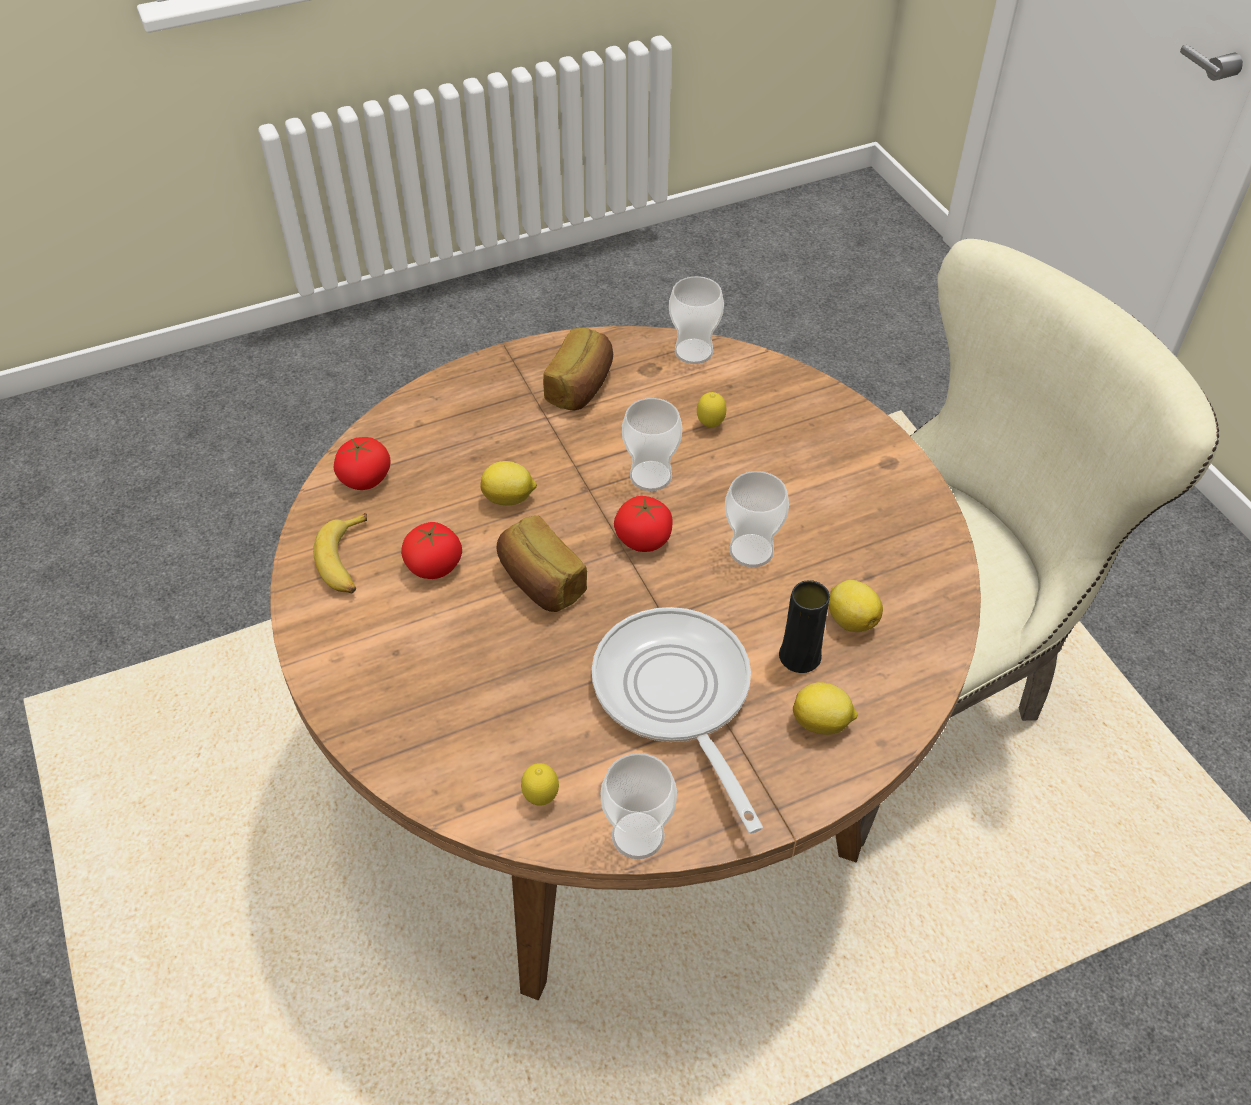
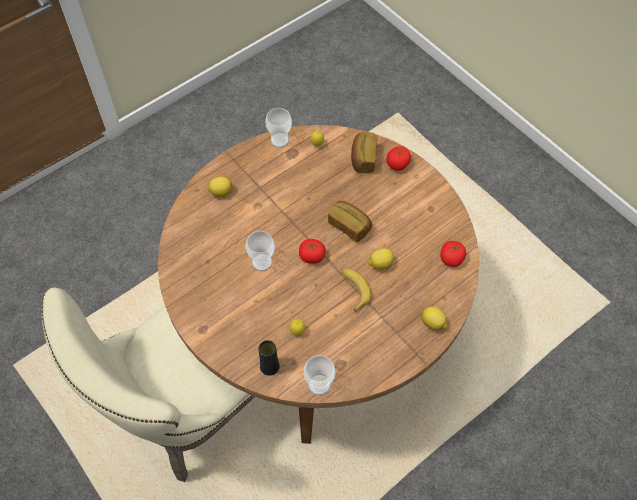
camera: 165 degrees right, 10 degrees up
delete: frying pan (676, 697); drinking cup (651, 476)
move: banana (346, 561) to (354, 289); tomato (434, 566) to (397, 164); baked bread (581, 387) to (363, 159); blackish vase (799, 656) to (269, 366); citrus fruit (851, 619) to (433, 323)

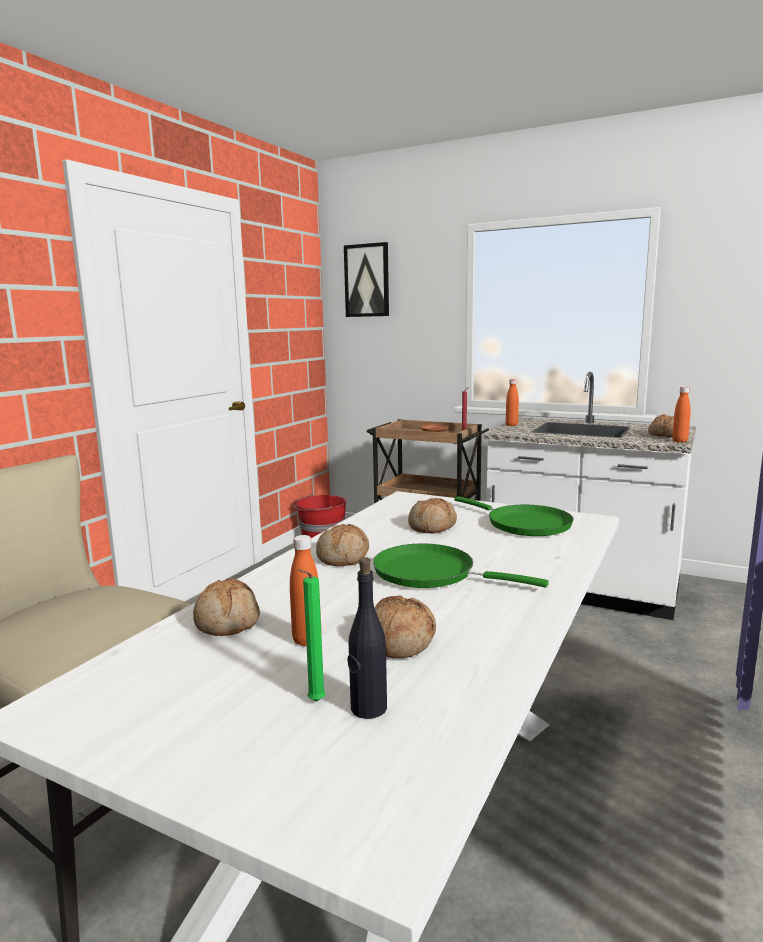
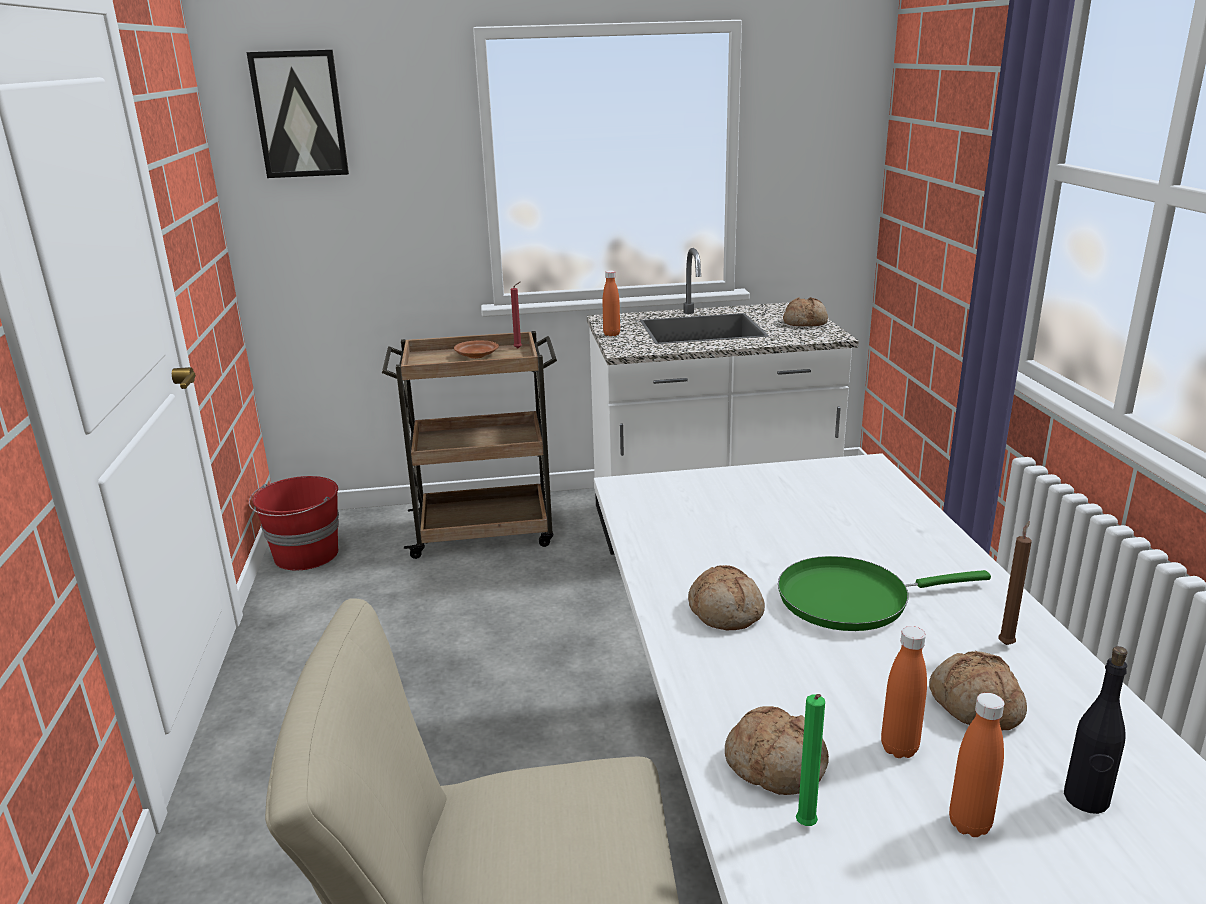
camera: 35 degrees left, 10 degrees up
delete: baked bread (433, 527); green frying pan (524, 524)
insert: brown-coloured wax candle (1007, 643)
move: green wax candle (314, 702) to (805, 827); orange-coloured drink bottle (679, 441) to (969, 824)

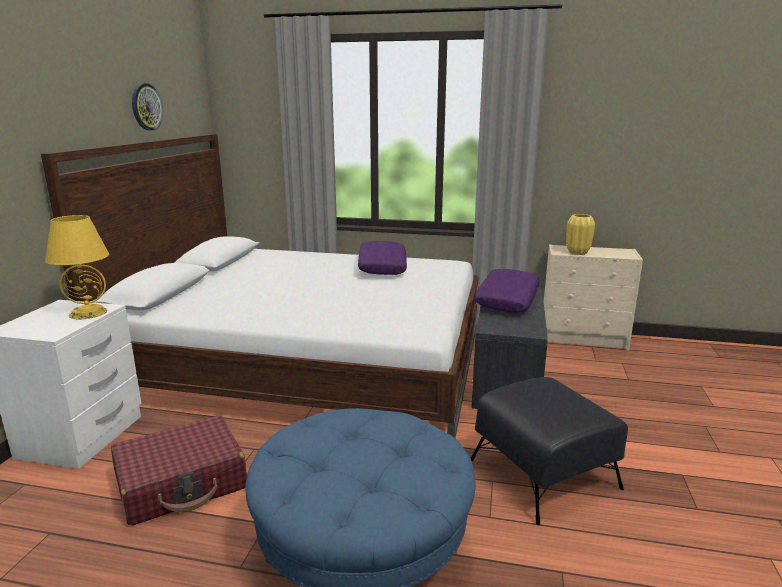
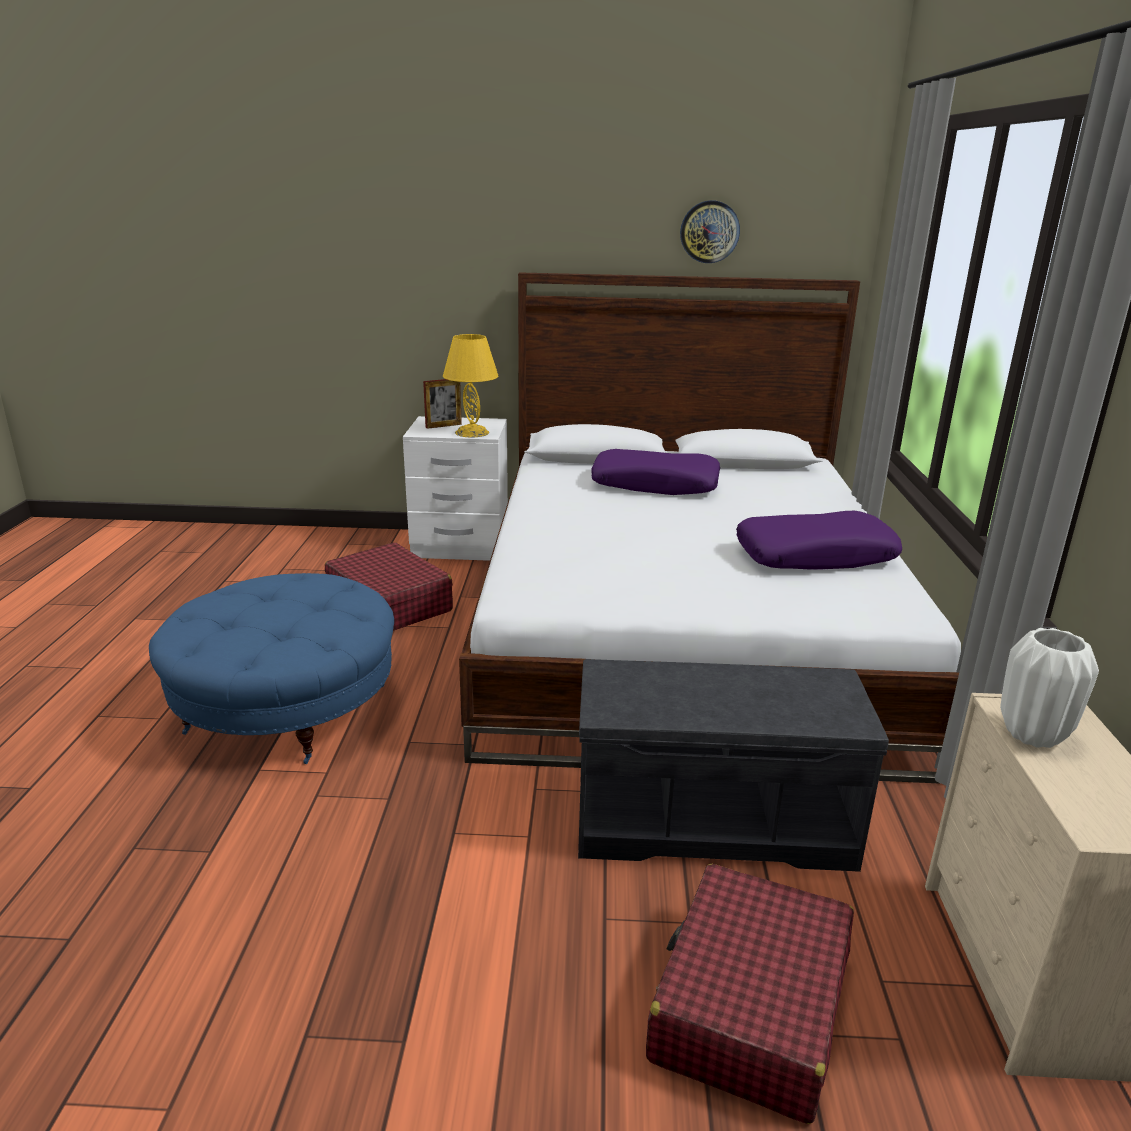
camera: 80 degrees right, 5 degrees up
delete: blackish pouffe (543, 474)
insert: standing frame (443, 426); red-coloured piece of luggage (749, 1007)
move: purple cushion (506, 300) to (655, 484)
recolor: yellowish vase (577, 253) to white-coloured vase (1032, 734)

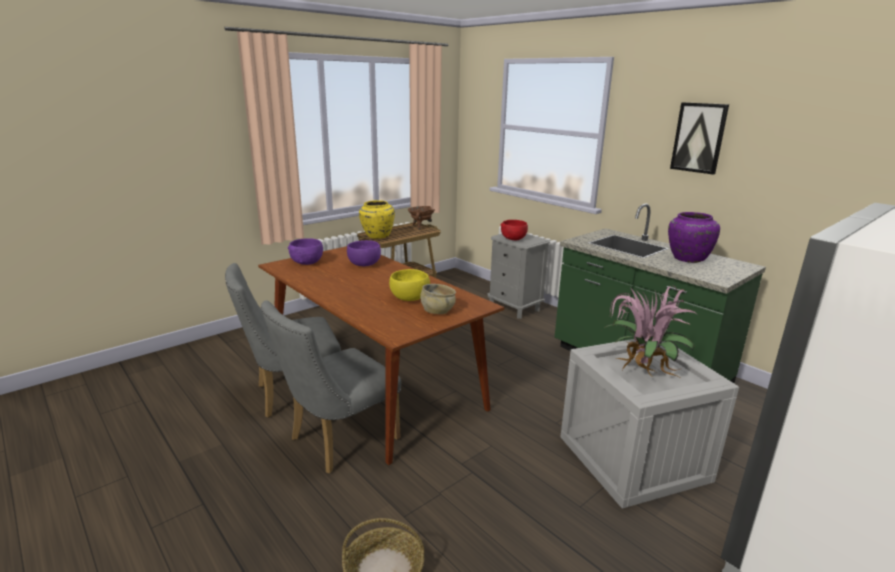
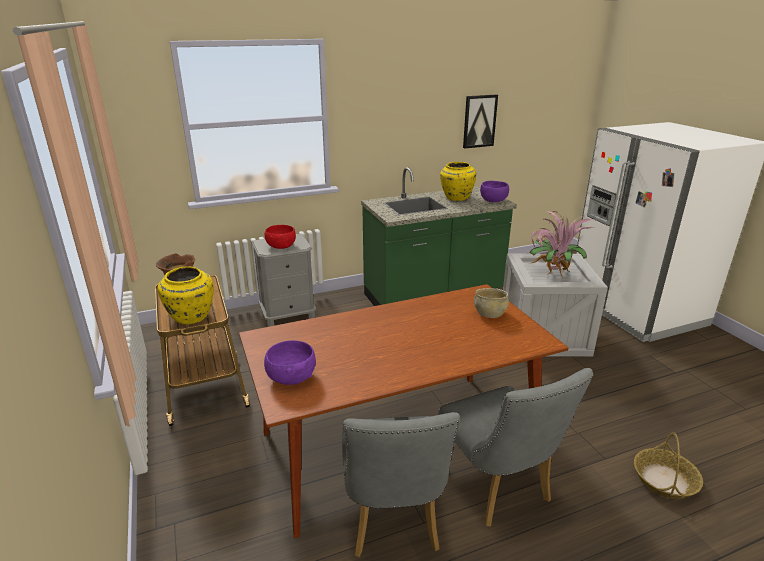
camera: 70 degrees left, 5 degrees up
delete: yellowish bowl (410, 298)
move: purple bowl (364, 264) to (493, 200); picture (699, 138) to (479, 121)
recolor: purple vase (687, 258) to yellowish vase (456, 198)

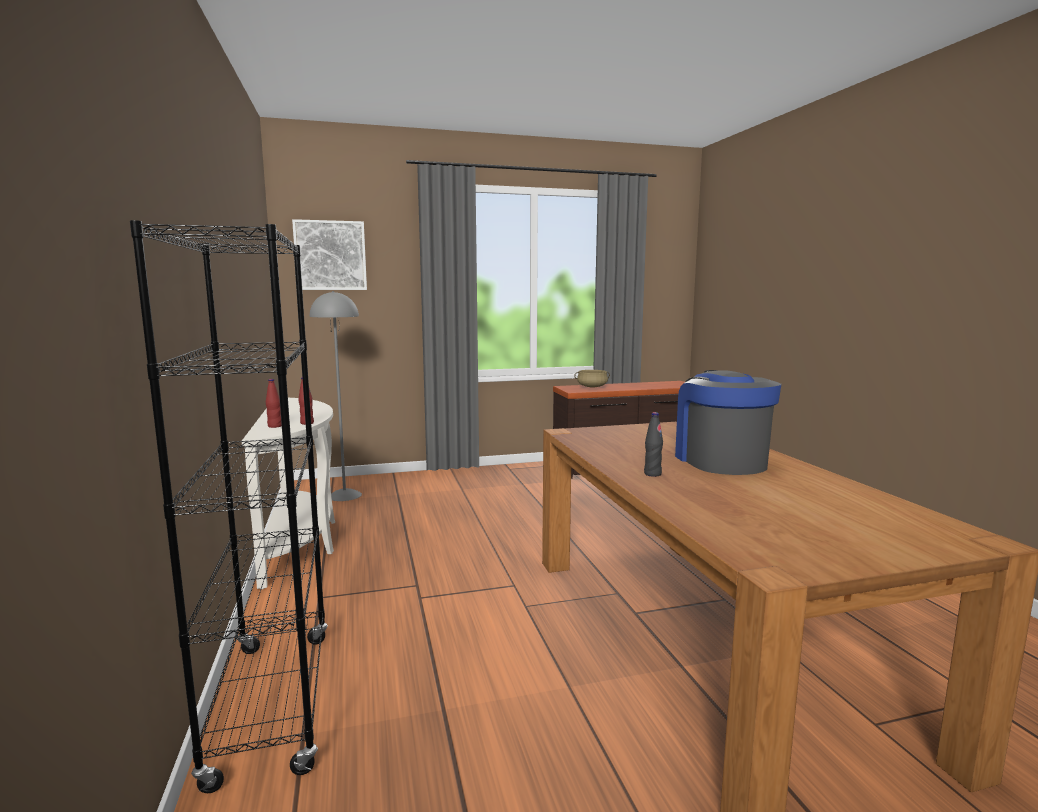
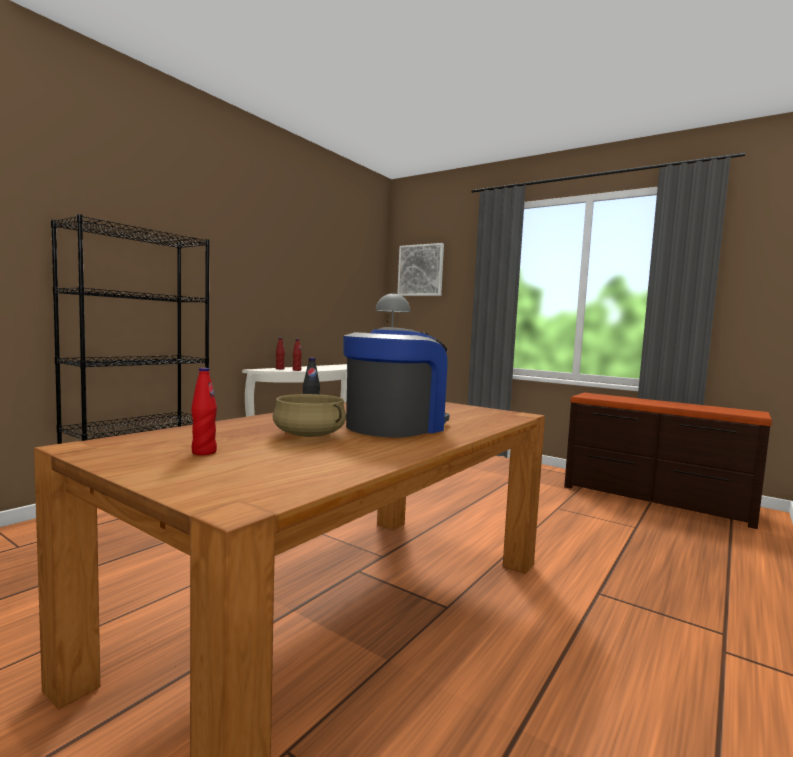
camera: 50 degrees right, 5 degrees down
insert: red-coloured drink bottle (204, 452)
move: sand-coloured stockpot (592, 387) to (310, 435)

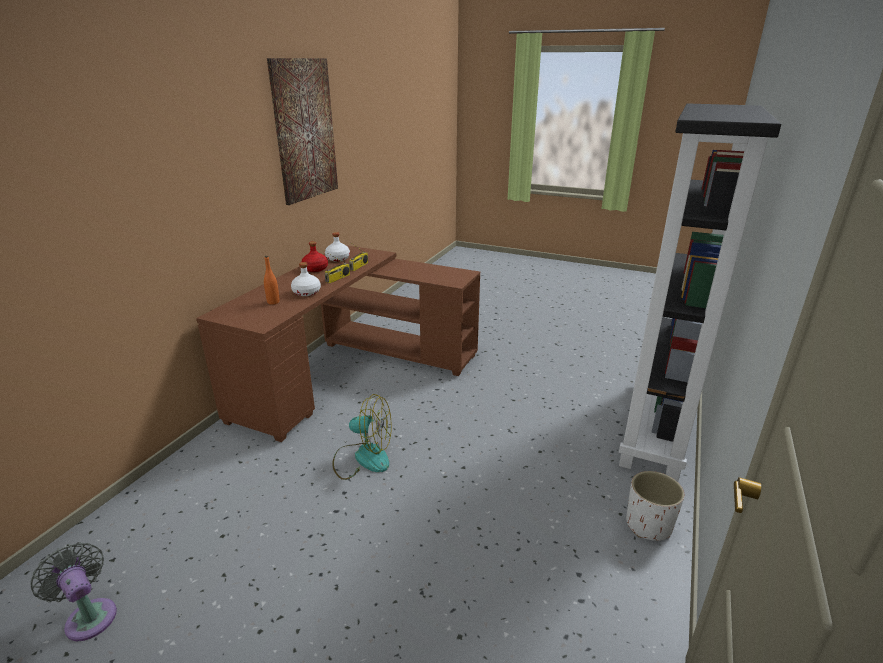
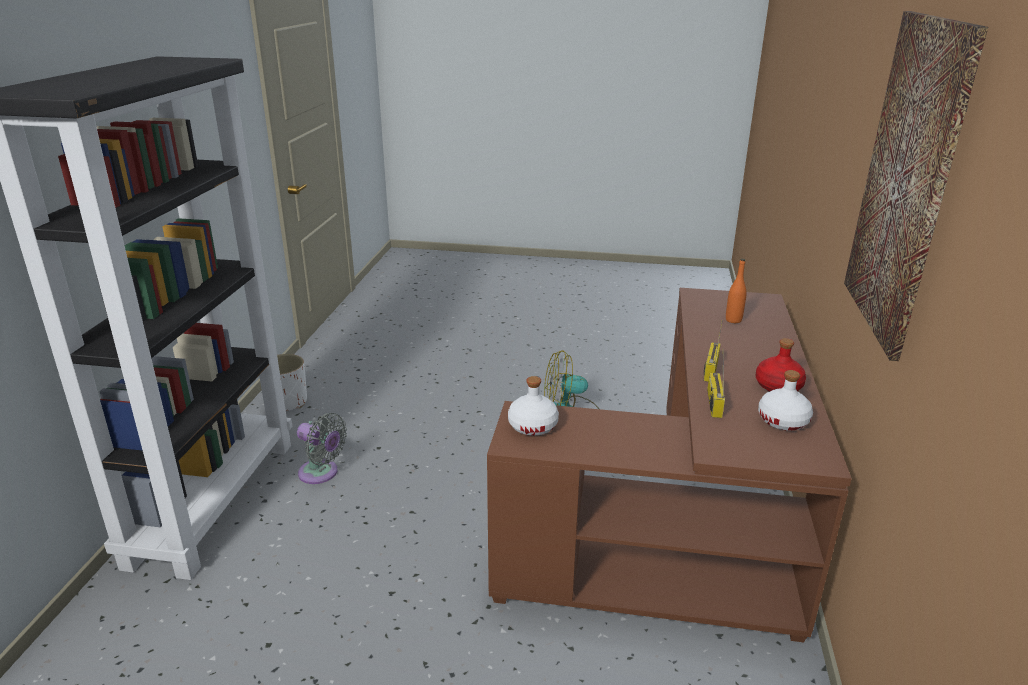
camera: 165 degrees right, 0 degrees up
move: greyish cooling fan (89, 616) to (321, 473); white-coloured drink bottle (306, 292) to (533, 426)

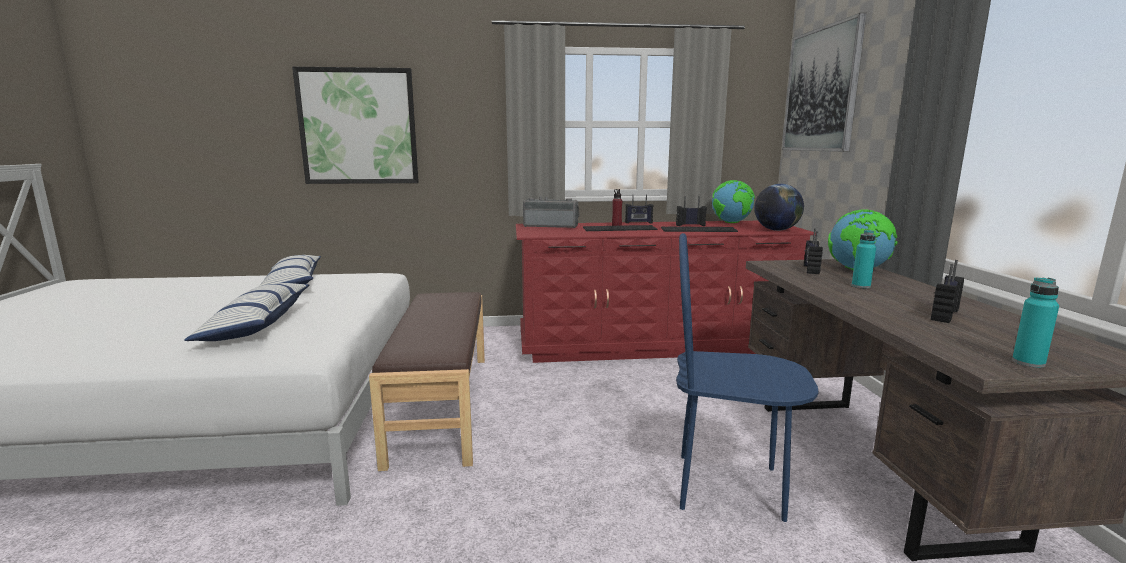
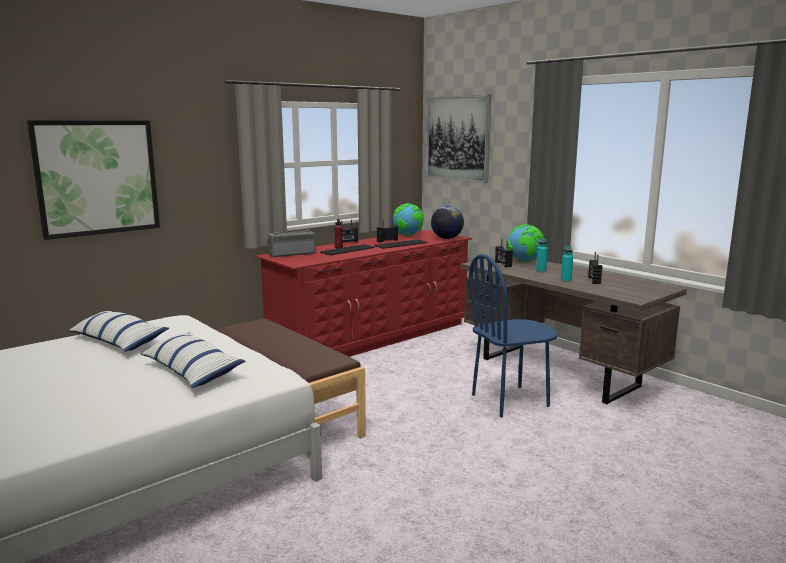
camera: 35 degrees left, 0 degrees up
move: turquoise-coloured drink bottle (1028, 362) to (566, 280)

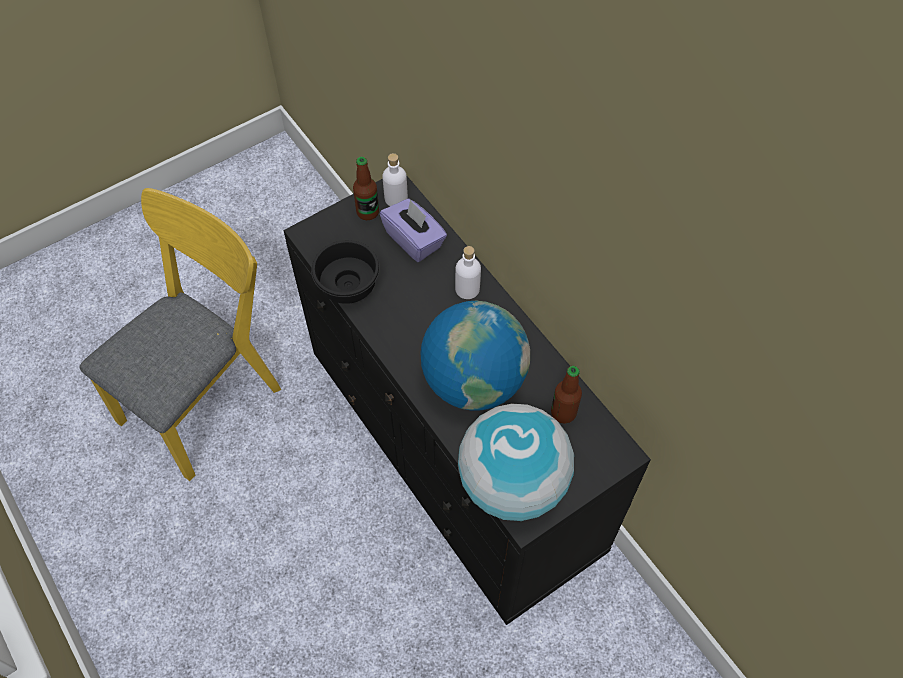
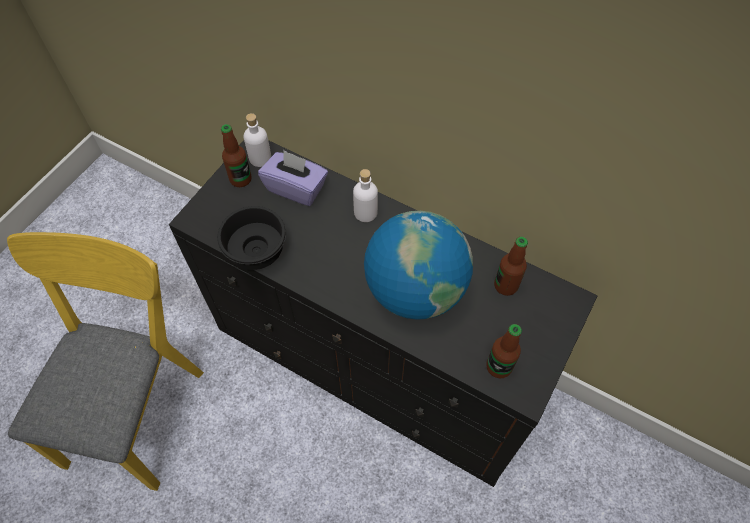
camera: 25 degrees left, 0 degrees up
replace: desk globe (513, 483) to drink bottle (499, 367)

